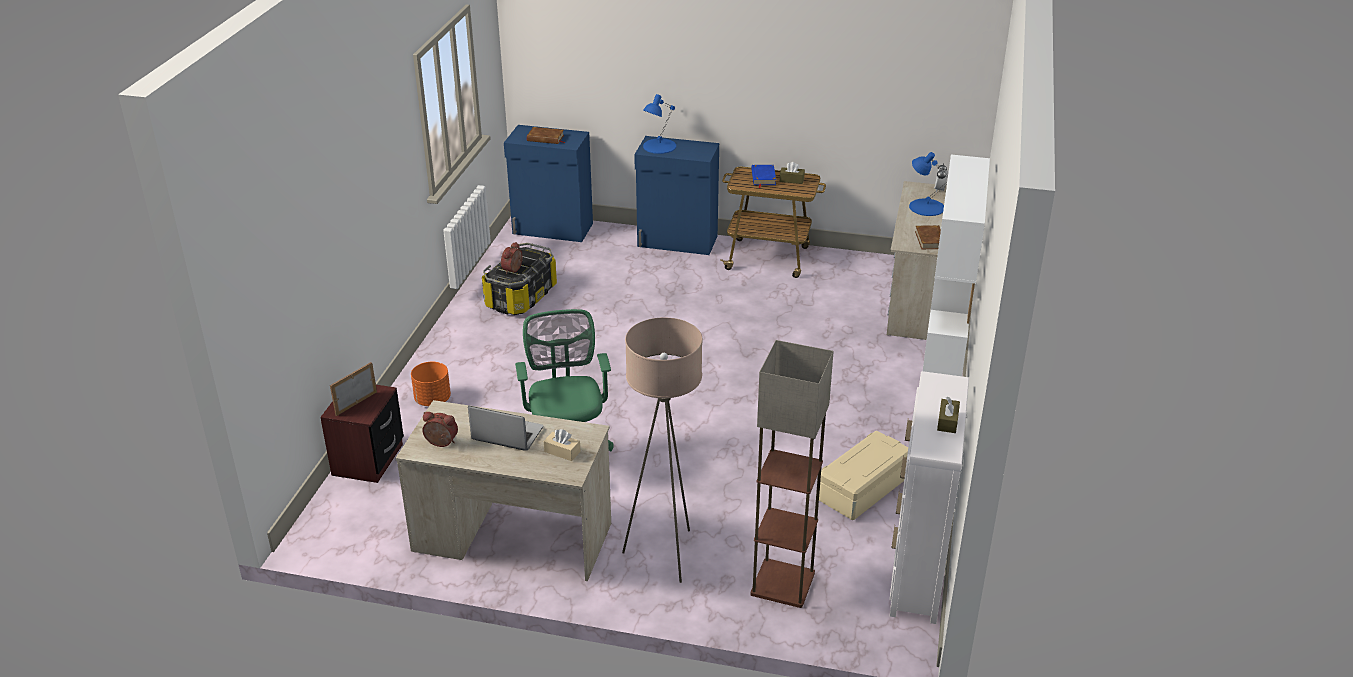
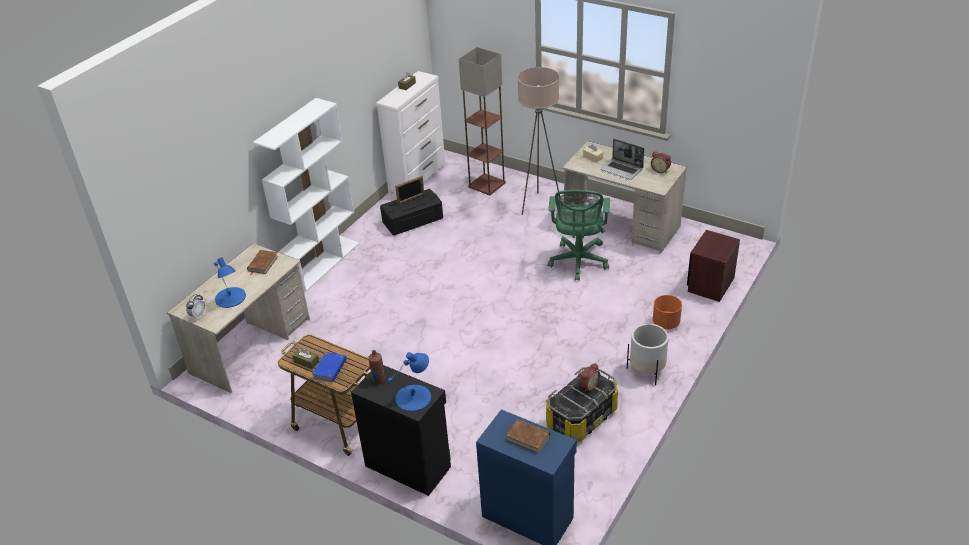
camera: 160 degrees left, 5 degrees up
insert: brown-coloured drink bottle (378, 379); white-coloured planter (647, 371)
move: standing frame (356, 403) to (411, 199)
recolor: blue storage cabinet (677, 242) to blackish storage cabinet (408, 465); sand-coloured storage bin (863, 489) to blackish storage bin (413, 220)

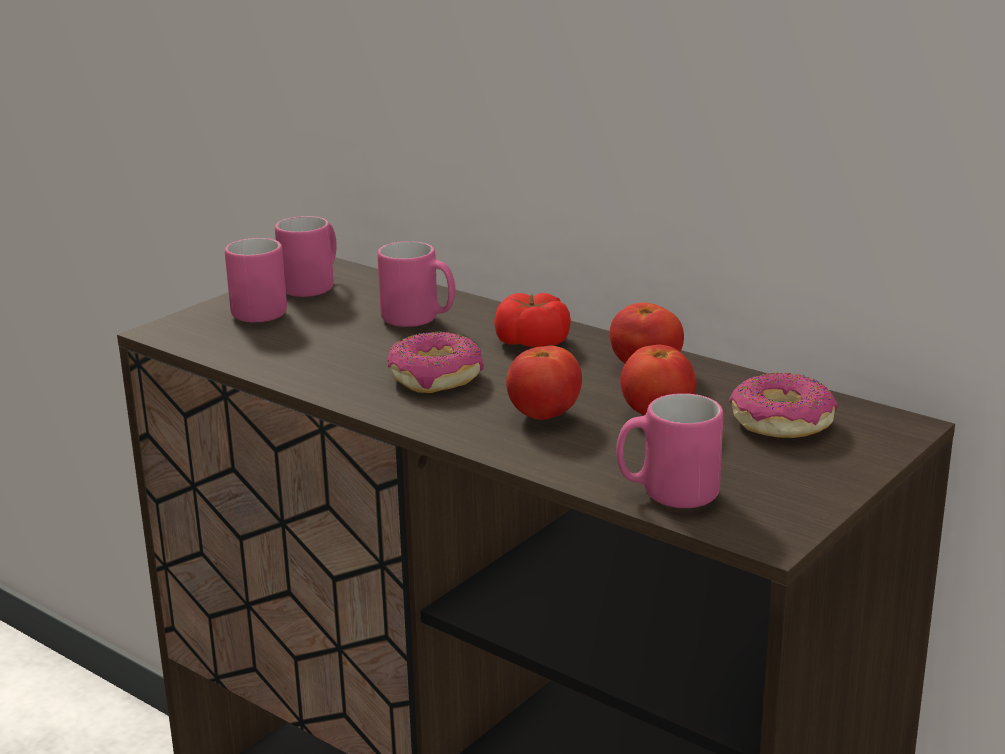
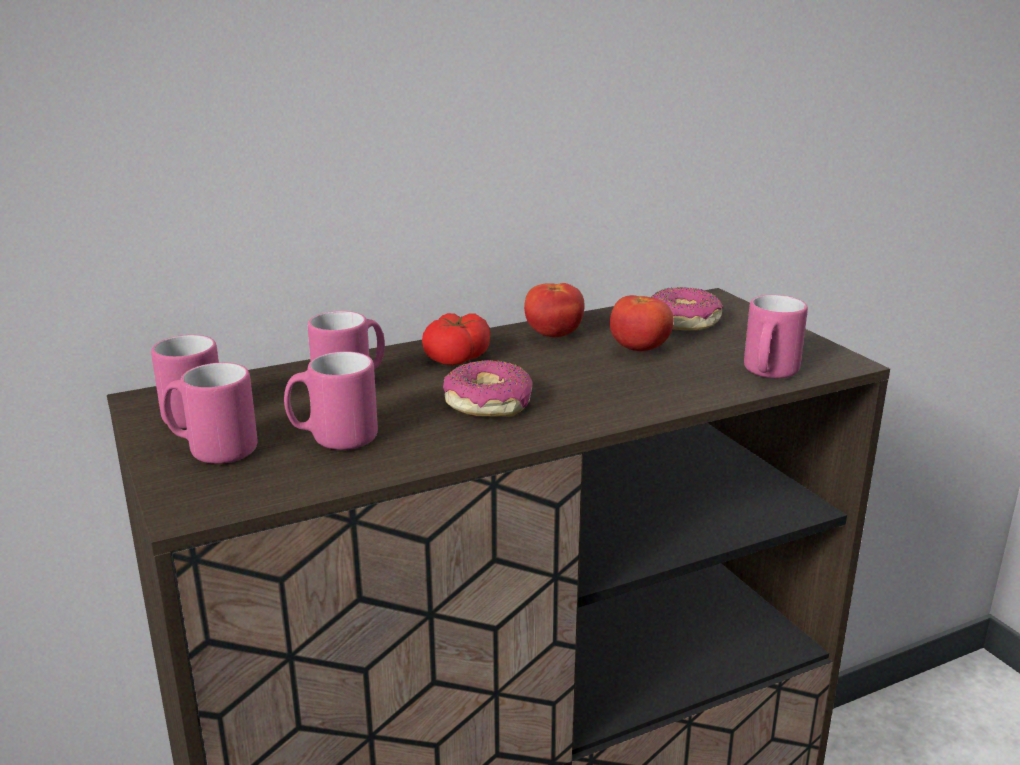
camera: 65 degrees left, 0 degrees up
delete: tomato (544, 415)
insert: pink-coloured tea mug (333, 439)

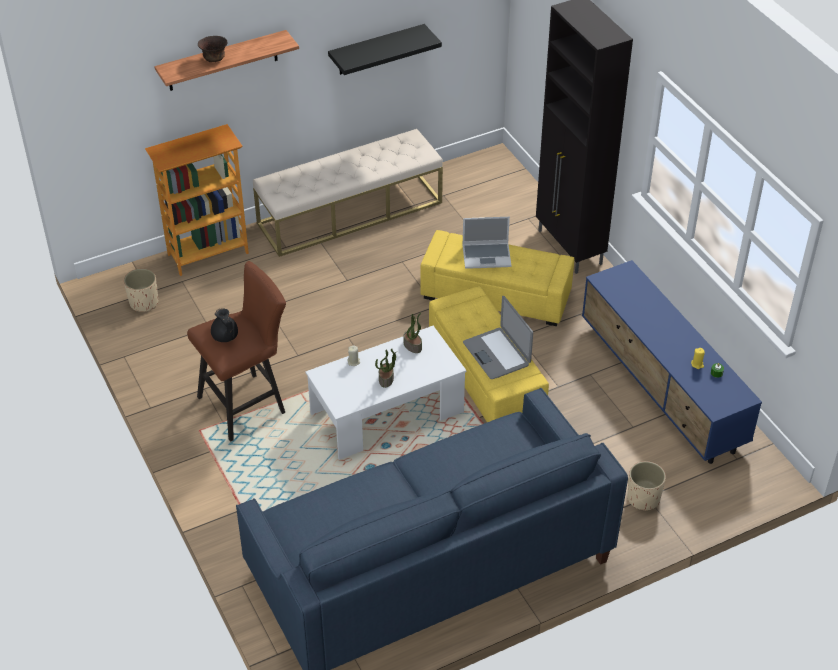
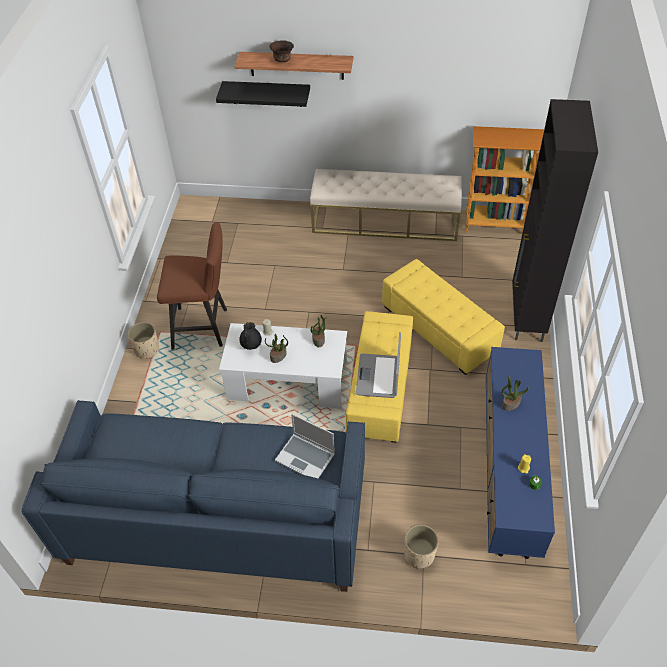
camera: 35 degrees right, 5 degrees up
insert: plant in a pot (511, 403)
move: sand-coloured planter (143, 302) to (147, 349); bookshelf (208, 253) to (494, 223); blackish teapot (225, 336) to (250, 344); blackish bracket shelf (377, 50) to (267, 94); portable computer (487, 256) to (306, 457)

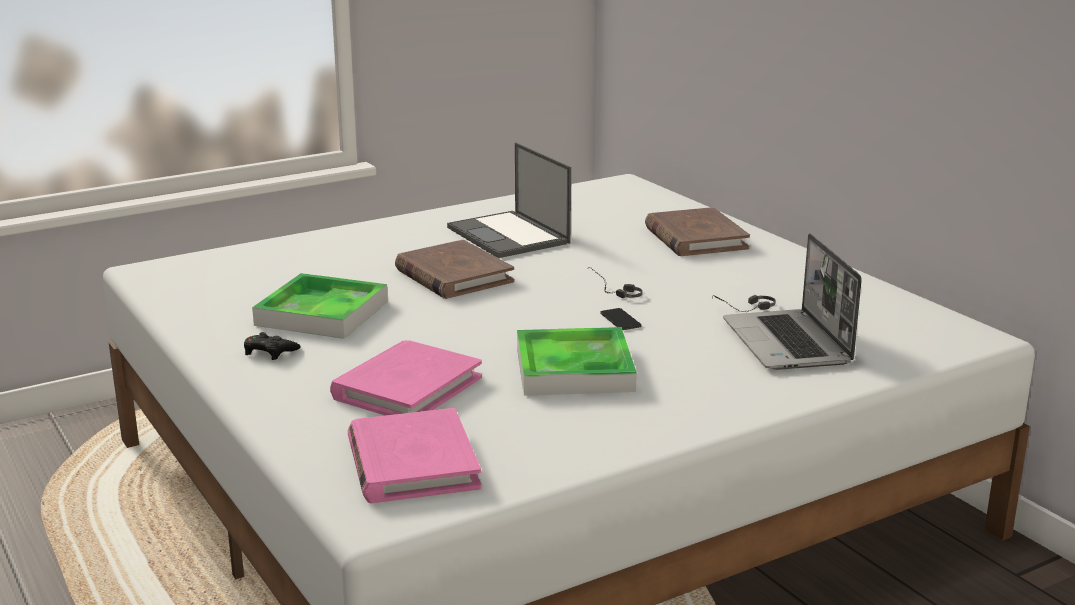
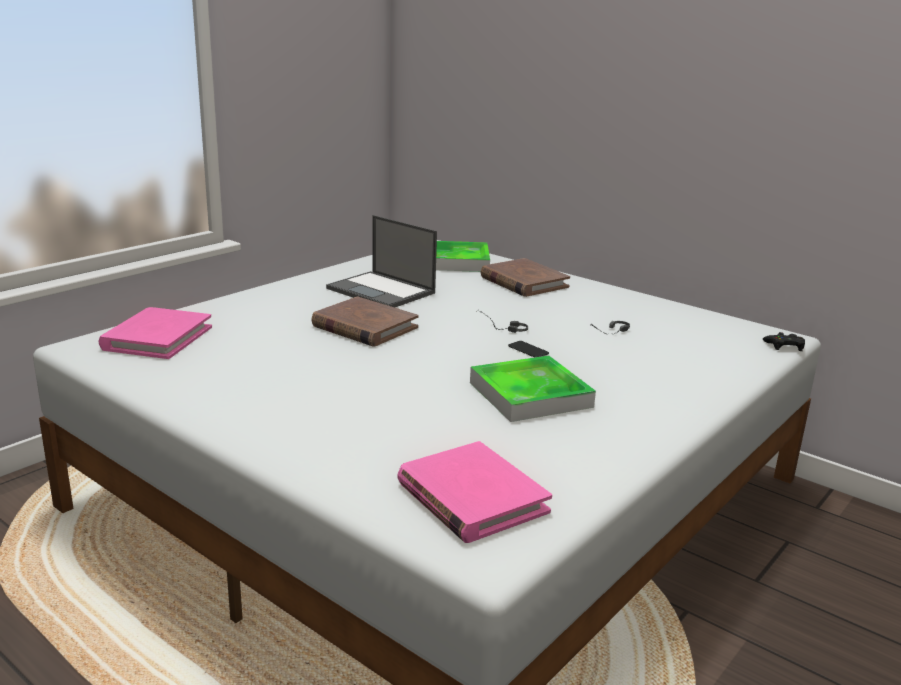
camera: 20 degrees left, 0 degrees up
delete: portable computer (788, 343)
move: blackish joypad (269, 351) to (785, 346); tray (322, 313) to (457, 261); pink-coloured book (407, 387) to (157, 338)

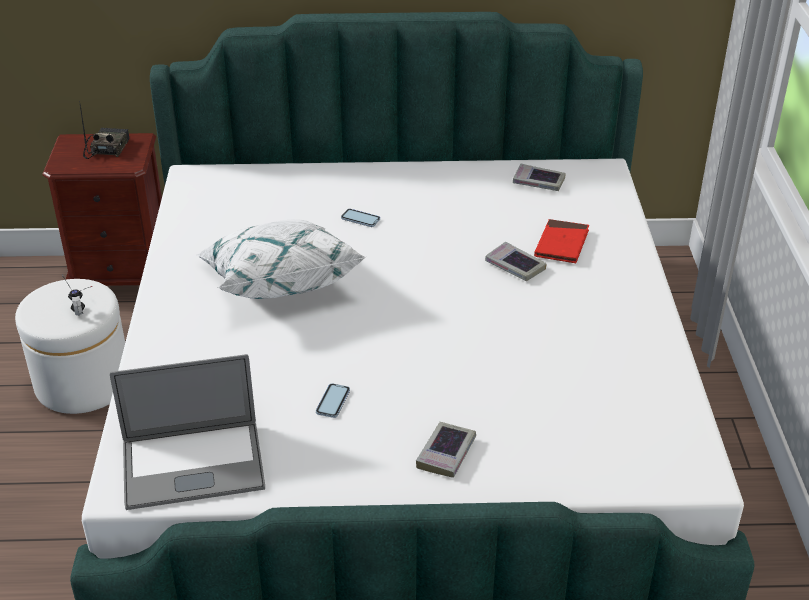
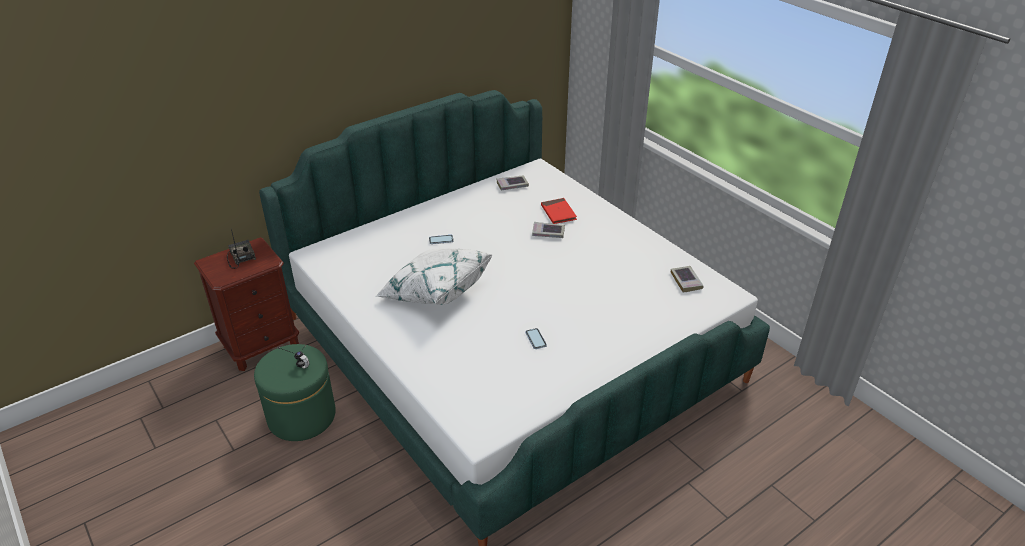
camera: 35 degrees left, 0 degrees up
delete: portable computer (193, 465)
move: book (446, 453) to (686, 281)
recolor: white-coloured pouffe (83, 383) to green pouffe (302, 416)

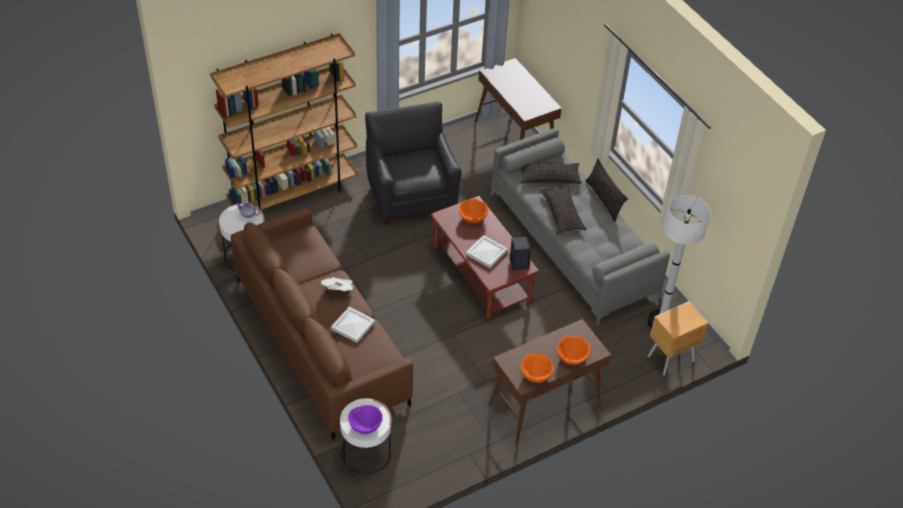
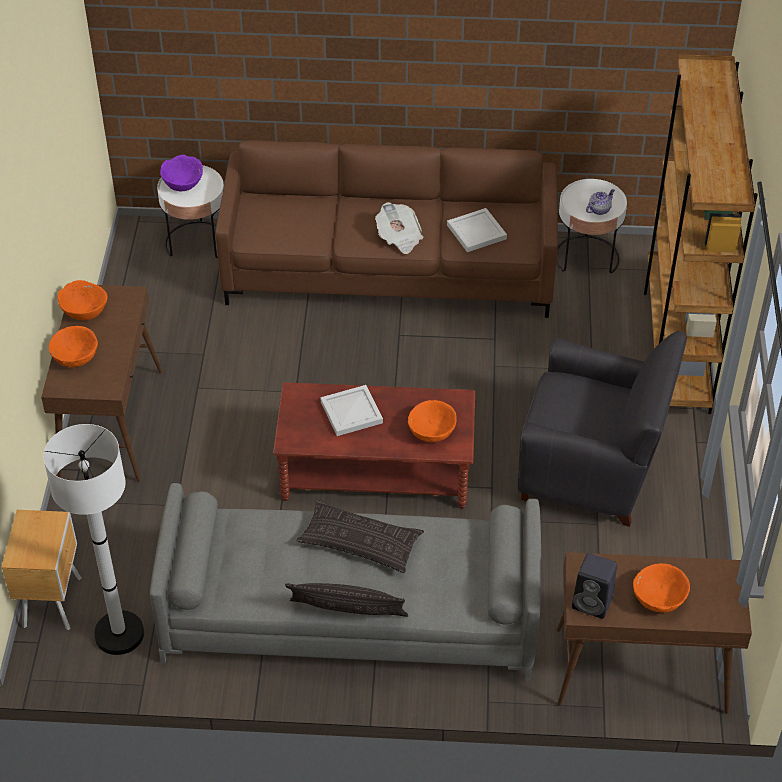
camera: 125 degrees right, 0 degrees up
delete: cushion (549, 177)
insert: orange-coloured bowl (658, 598)
move: white-coloured tray (353, 325) to (477, 232); blackish speaker (518, 263) to (593, 602)

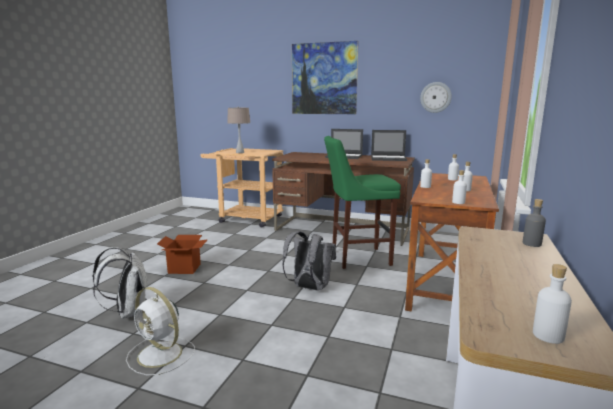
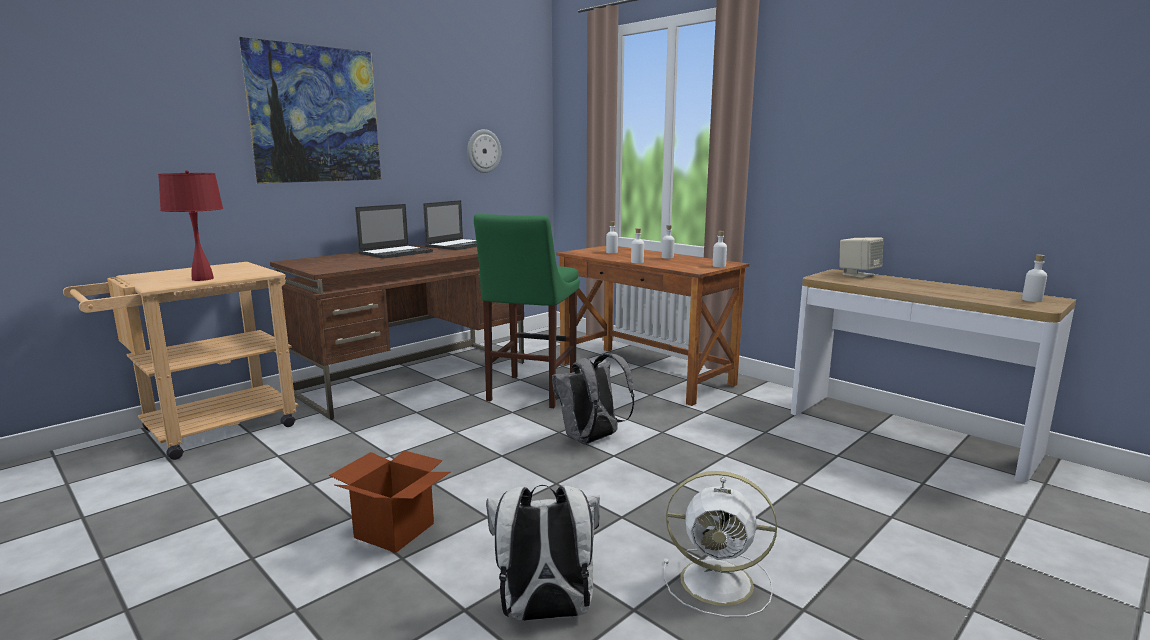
camera: 65 degrees left, 0 degrees up
replace: greyish drink bottle (532, 244) to sand-coloured speaker (858, 274)
recolor: sand-coloured table lamp (240, 152) to red-coloured table lamp (202, 279)
rotate: white-coloured cooling fan (161, 355) = (720, 582) 45 degrees clockwise

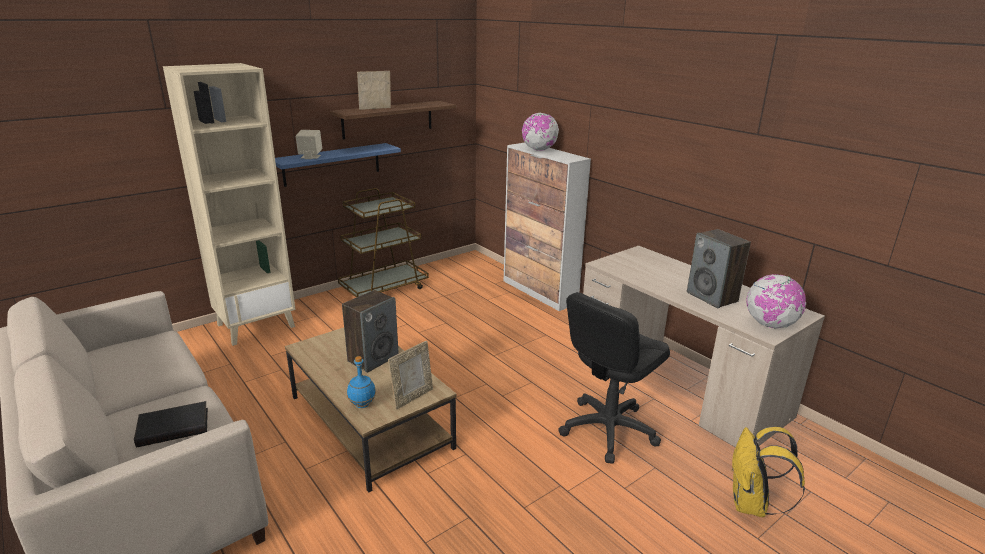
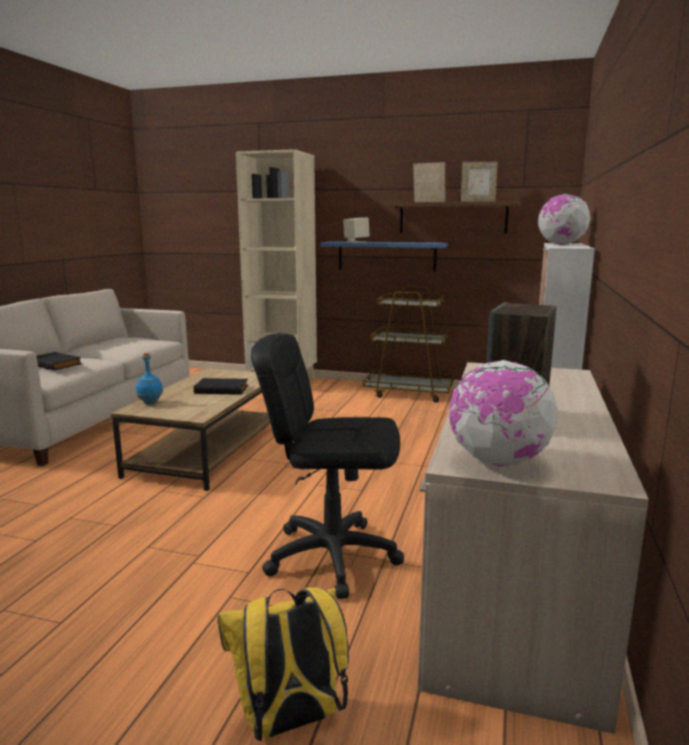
camera: 55 degrees right, 10 degrees down
move: standing frame (412, 397) to (478, 201)
replace: speaker (373, 358) to blackish book (222, 389)

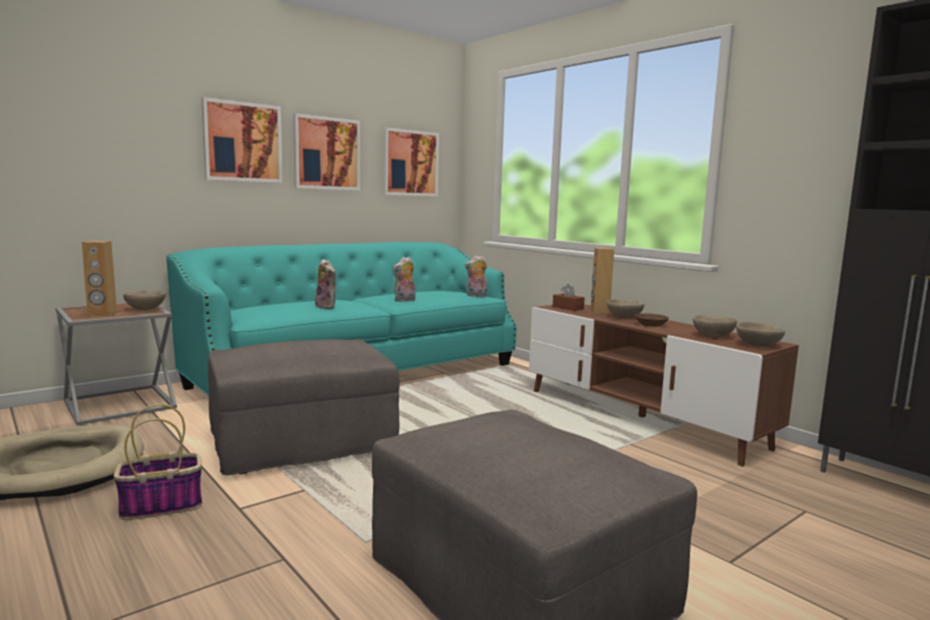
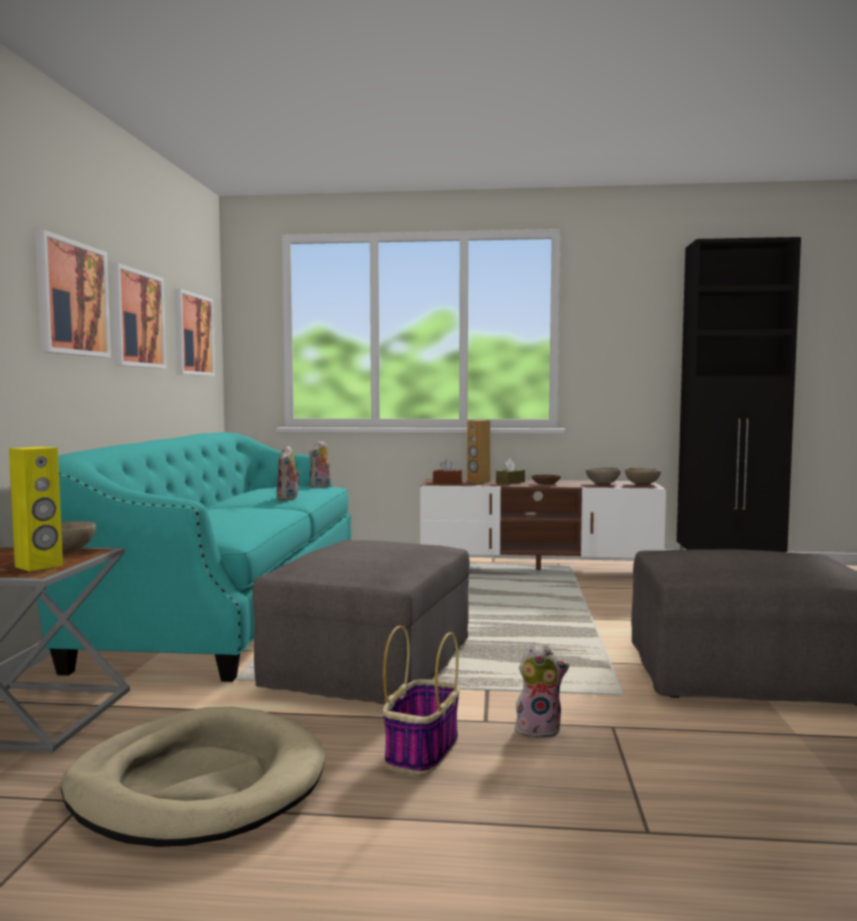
camera: 45 degrees left, 5 degrees down
move: plush toy (327, 307) to (539, 729)
replace: sand-coloured bowl (624, 317) to brown-coloured tissue holder (510, 482)
recolor: brown-coloured speaker (102, 314) to yellowish speaker (39, 566)

